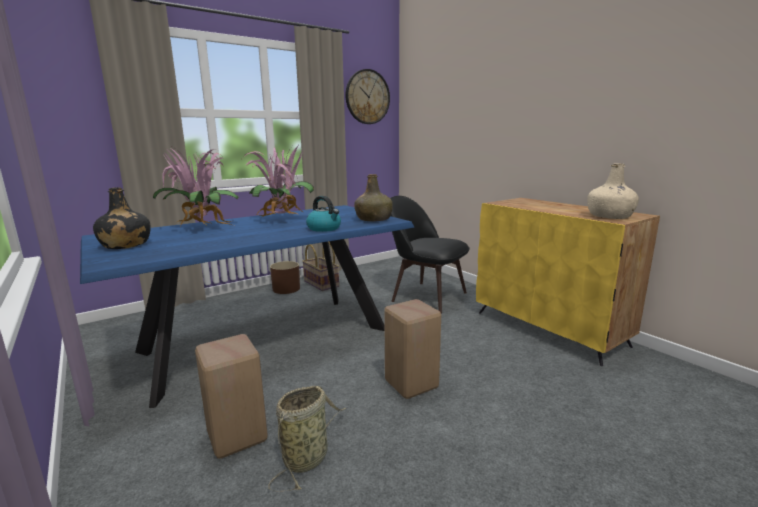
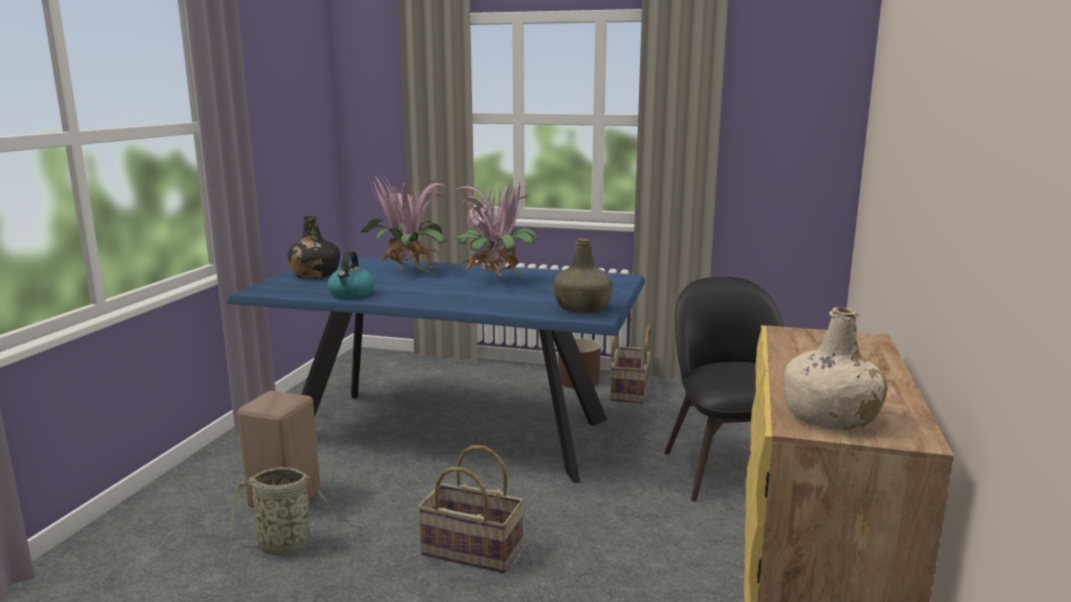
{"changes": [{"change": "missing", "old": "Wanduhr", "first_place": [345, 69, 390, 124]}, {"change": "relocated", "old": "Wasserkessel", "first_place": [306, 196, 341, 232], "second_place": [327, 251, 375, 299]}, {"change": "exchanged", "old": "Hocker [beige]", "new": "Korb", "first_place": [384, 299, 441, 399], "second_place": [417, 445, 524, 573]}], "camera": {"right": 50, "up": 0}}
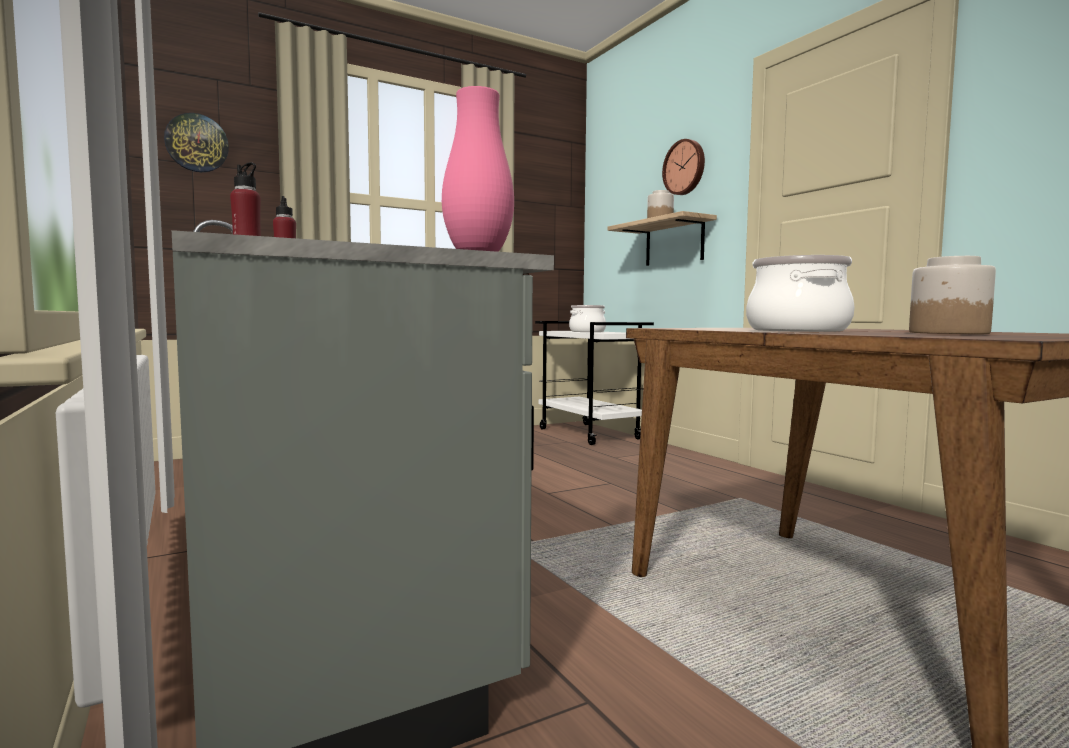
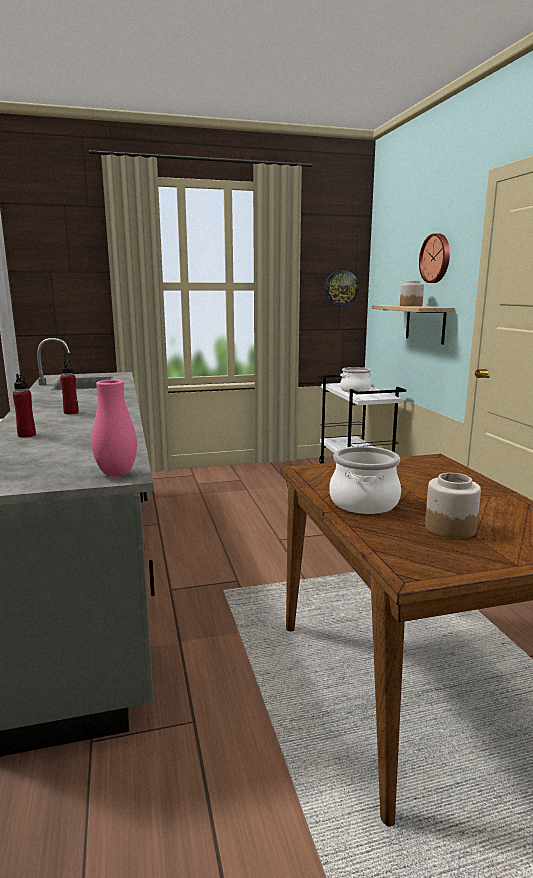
{"changes": [{"change": "relocated", "old": "Wanduhr", "first_place": [164, 113, 229, 172], "second_place": [324, 270, 359, 307]}], "camera": {"right": 15, "up": 10}}
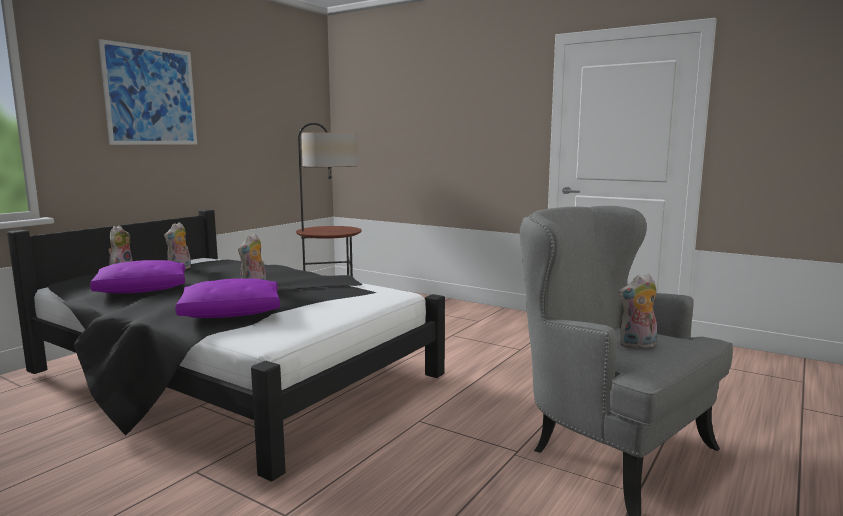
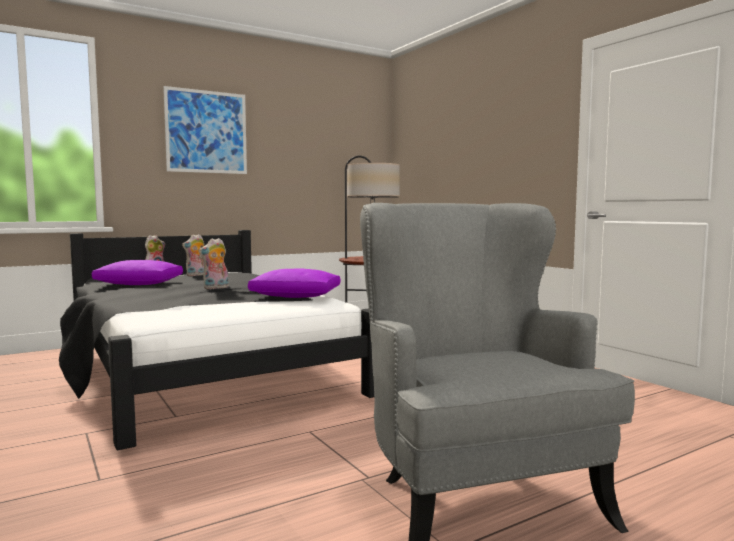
{"changes": [{"change": "missing", "old": "Plüschtier", "first_place": [619, 274, 657, 349]}, {"change": "relocated", "old": "Kissen [lila]", "first_place": [175, 278, 280, 318], "second_place": [248, 269, 340, 298]}], "camera": {"right": 25, "up": -5}}
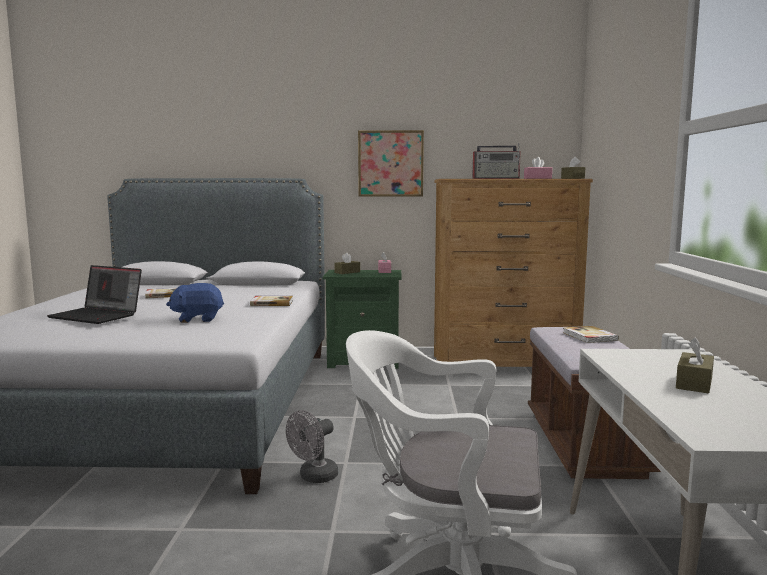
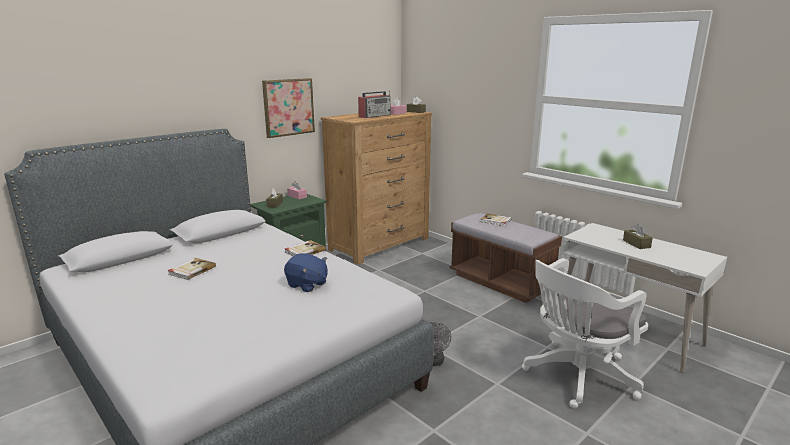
{"changes": [{"change": "missing", "old": "Laptop", "first_place": [47, 265, 142, 324]}, {"change": "spun", "old": "Plüschtier [blau]", "first_place": [166, 283, 224, 323], "second_place": [284, 253, 328, 292], "degrees": -90}], "camera": {"right": -45, "up": 10}}
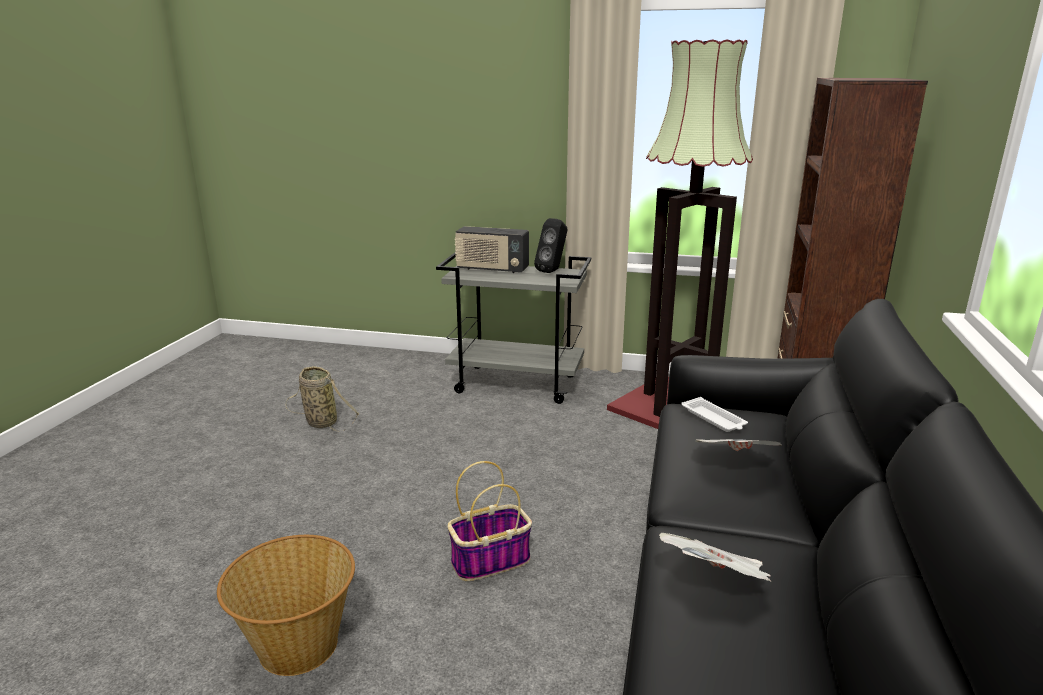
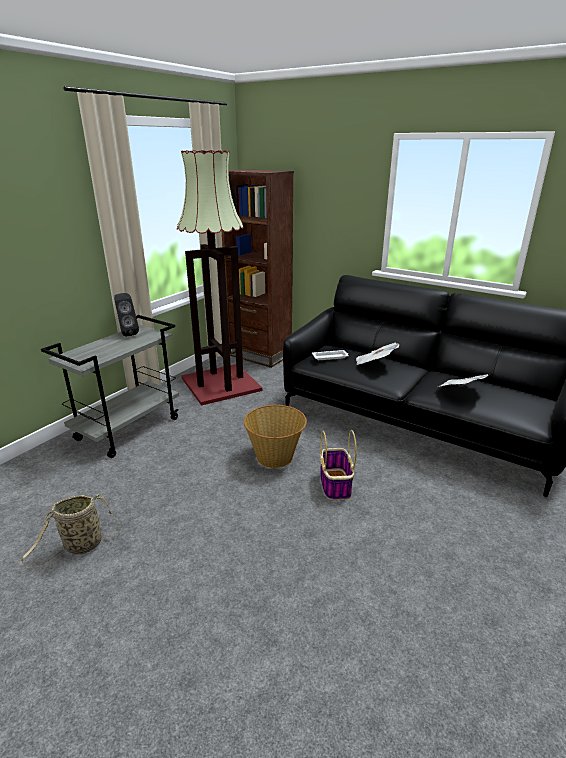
{"changes": [{"change": "missing", "old": "Radio", "first_place": [455, 226, 529, 273]}, {"change": "relocated", "old": "Korb", "first_place": [217, 535, 355, 676], "second_place": [244, 405, 307, 468]}], "camera": {"right": -70, "up": 5}}
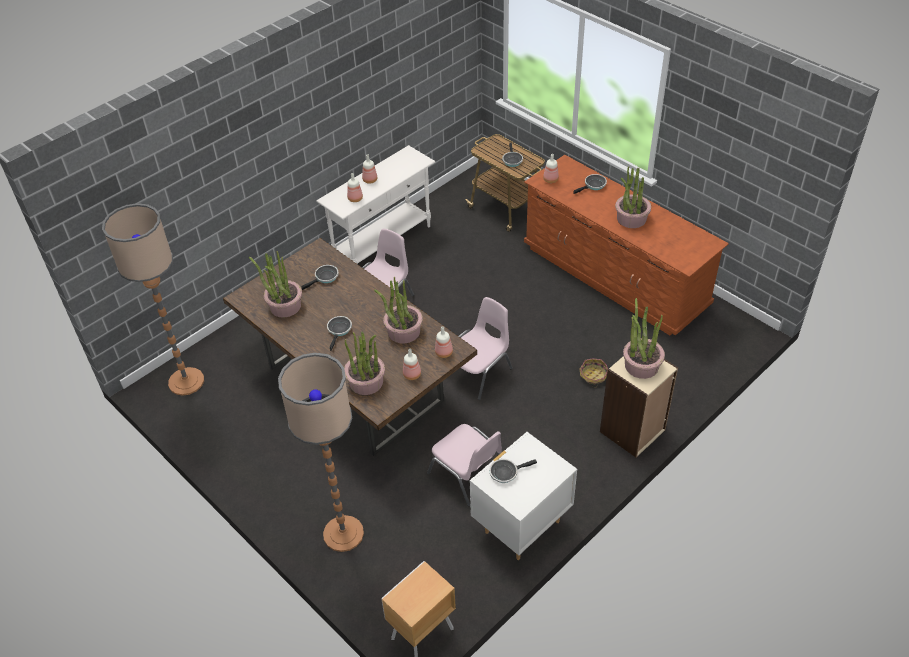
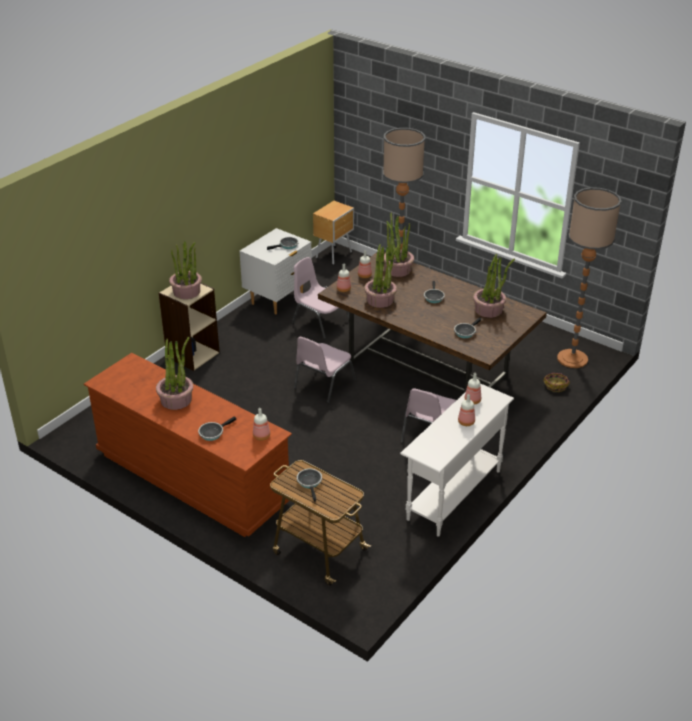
{"changes": [{"change": "relocated", "old": "Korb", "first_place": [579, 358, 608, 388], "second_place": [543, 373, 570, 392]}], "camera": {"right": 170, "up": -10}}
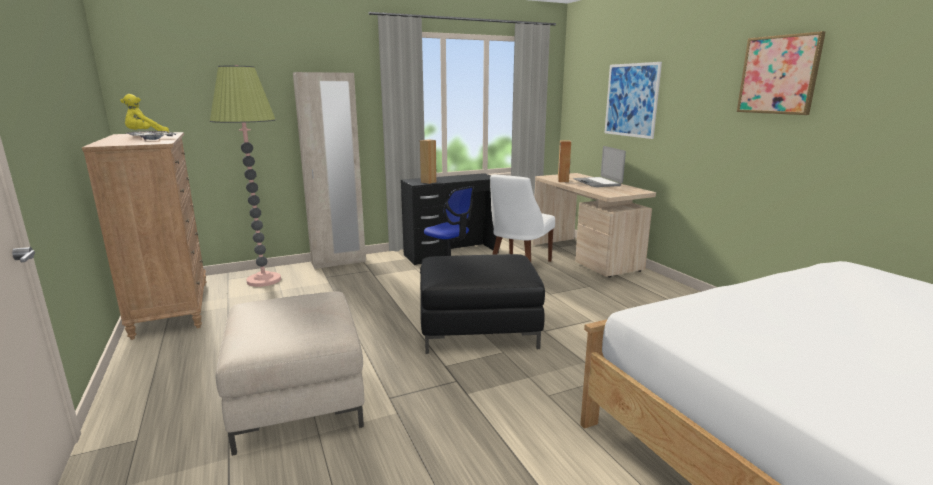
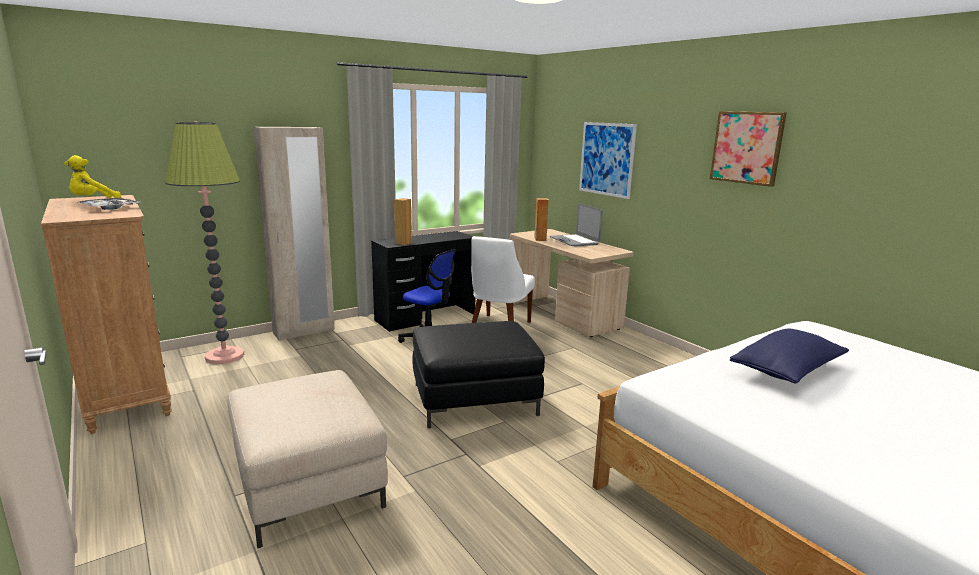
{"changes": [{"change": "appeared", "new": "Kissen [blau]", "second_place": [730, 328, 849, 383]}], "camera": {"right": -10, "up": 0}}
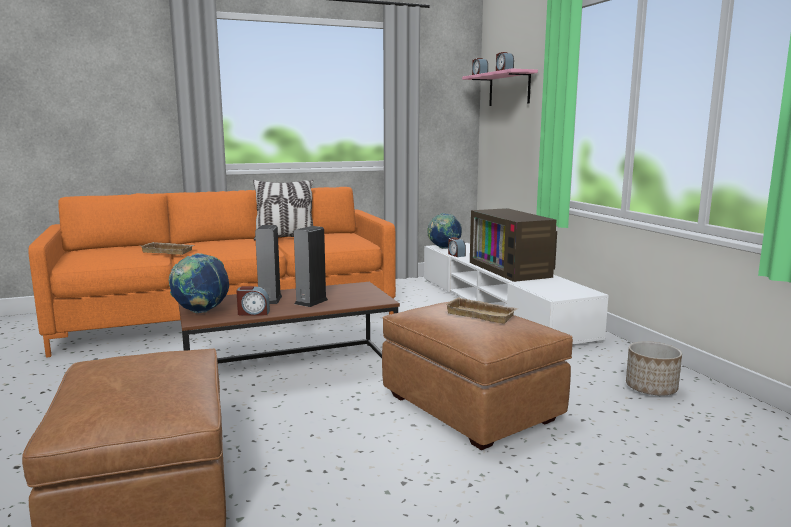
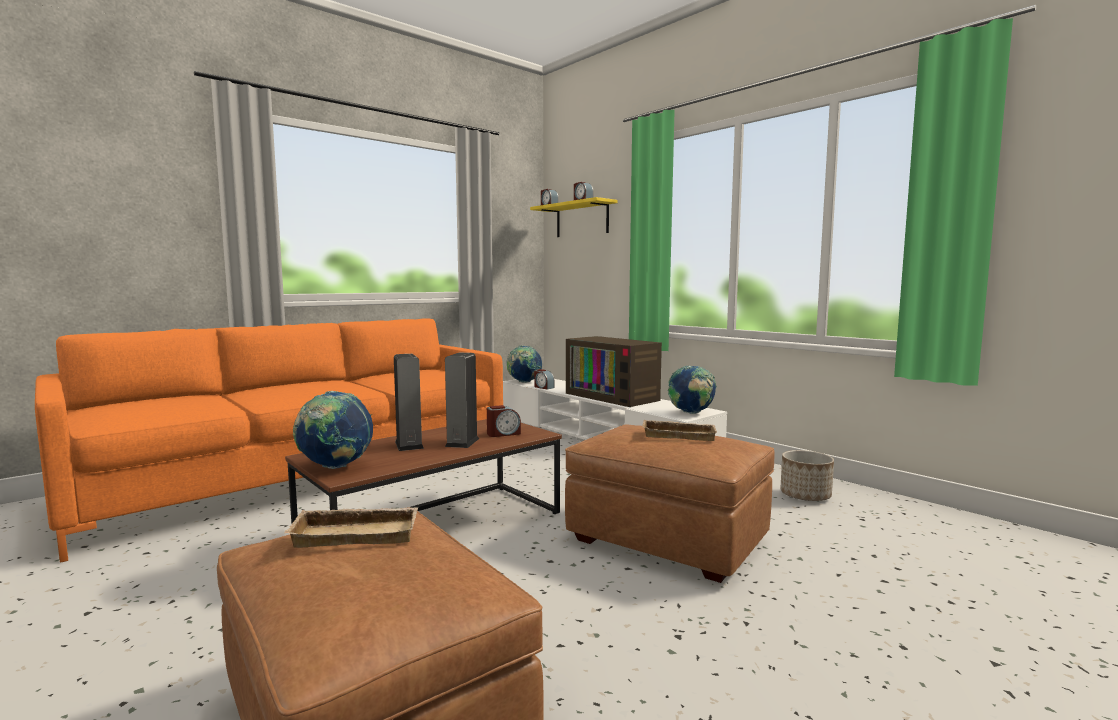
{"changes": [{"change": "colour", "old": "Wandregal [rosa]", "new": "Wandregal [gelb]", "first_place": [462, 68, 538, 106], "second_place": [530, 197, 618, 237]}, {"change": "missing", "old": "Kissen", "first_place": [253, 180, 313, 241]}, {"change": "relocated", "old": "Tablett [beige]", "first_place": [139, 242, 195, 255], "second_place": [284, 507, 418, 548]}, {"change": "relocated", "old": "Wecker", "first_place": [236, 286, 270, 316], "second_place": [487, 405, 521, 437]}, {"change": "appeared", "new": "Globus", "second_place": [668, 366, 717, 414]}], "camera": {"right": -20, "up": -5}}
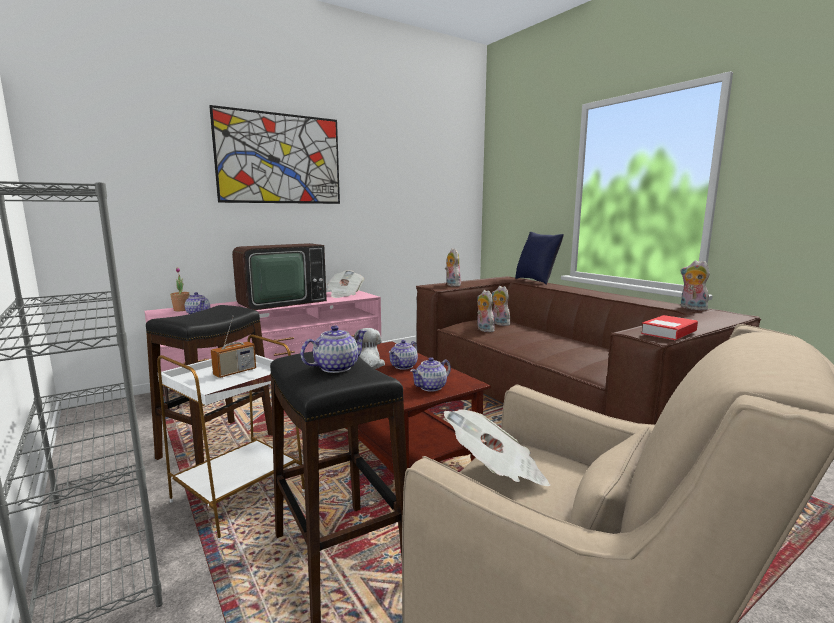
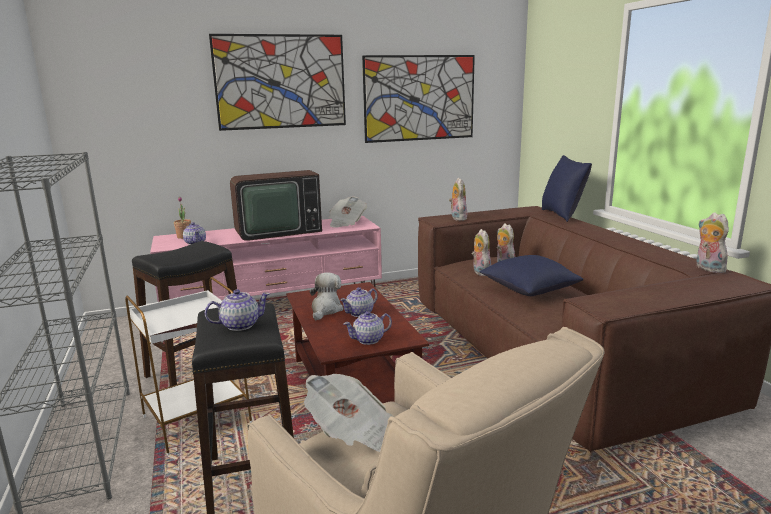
{"changes": [{"change": "missing", "old": "Radio", "first_place": [211, 315, 256, 378]}, {"change": "missing", "old": "Buch", "first_place": [641, 315, 698, 340]}, {"change": "appeared", "new": "Bild", "second_place": [362, 55, 475, 143]}, {"change": "appeared", "new": "Kissen [blau]", "second_place": [480, 255, 583, 296]}], "camera": {"right": 15, "up": 5}}
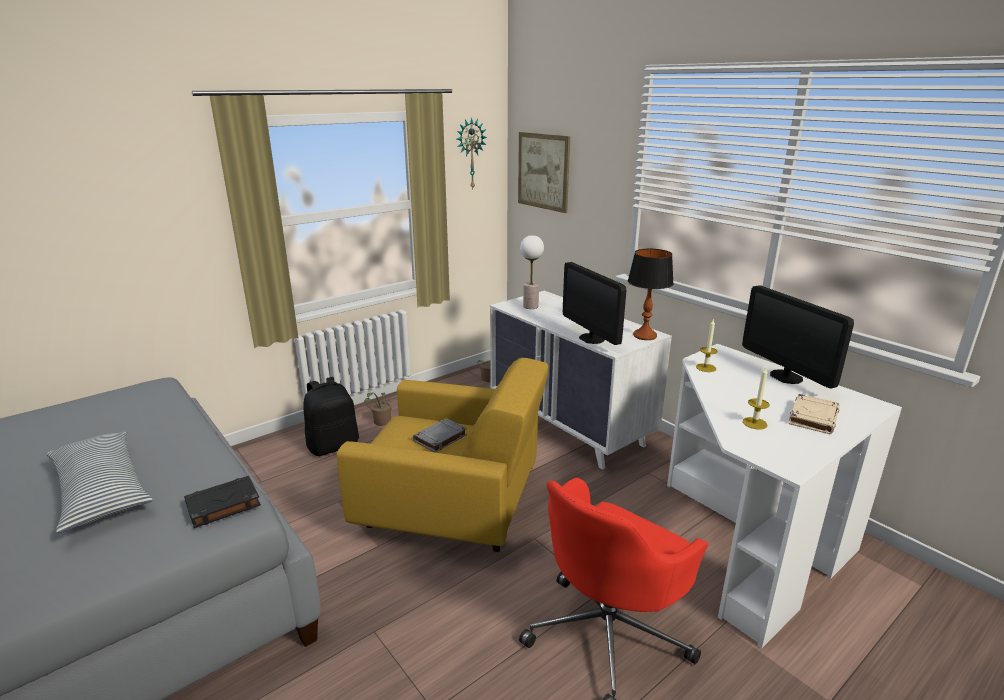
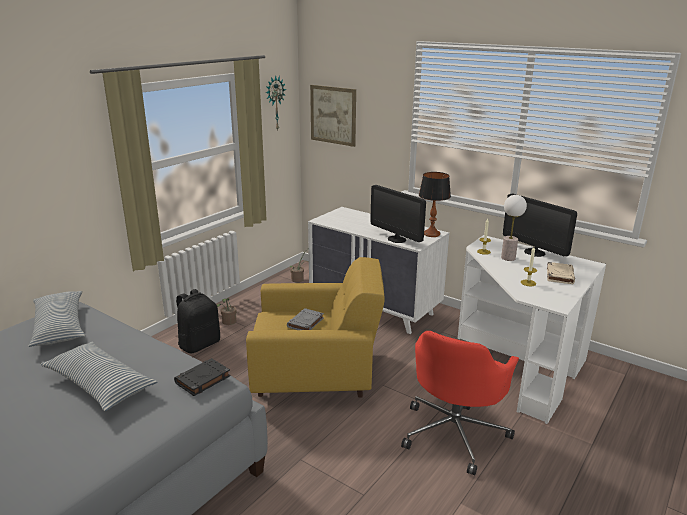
{"changes": [{"change": "relocated", "old": "Tischlampe", "first_place": [520, 235, 544, 309], "second_place": [501, 195, 527, 261]}, {"change": "appeared", "new": "Kissen", "second_place": [28, 291, 85, 347]}], "camera": {"right": -15, "up": 0}}
